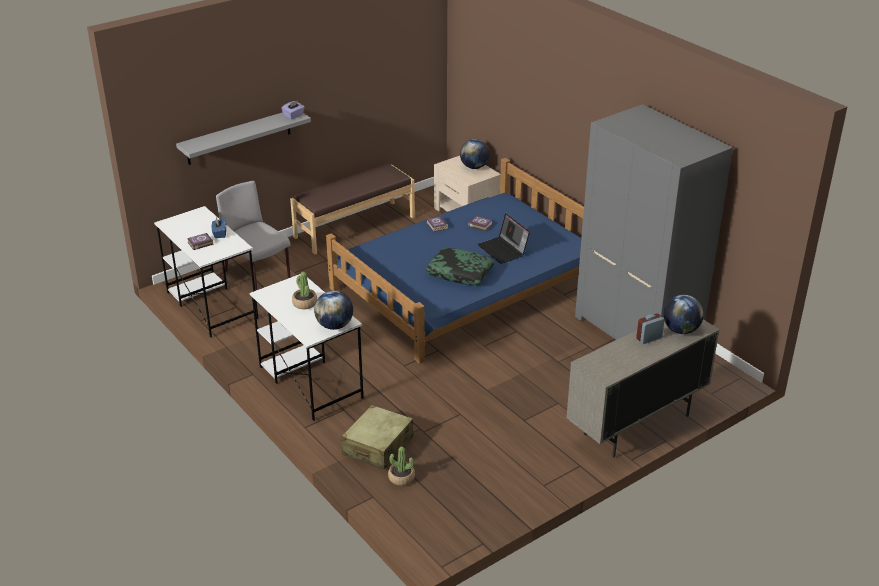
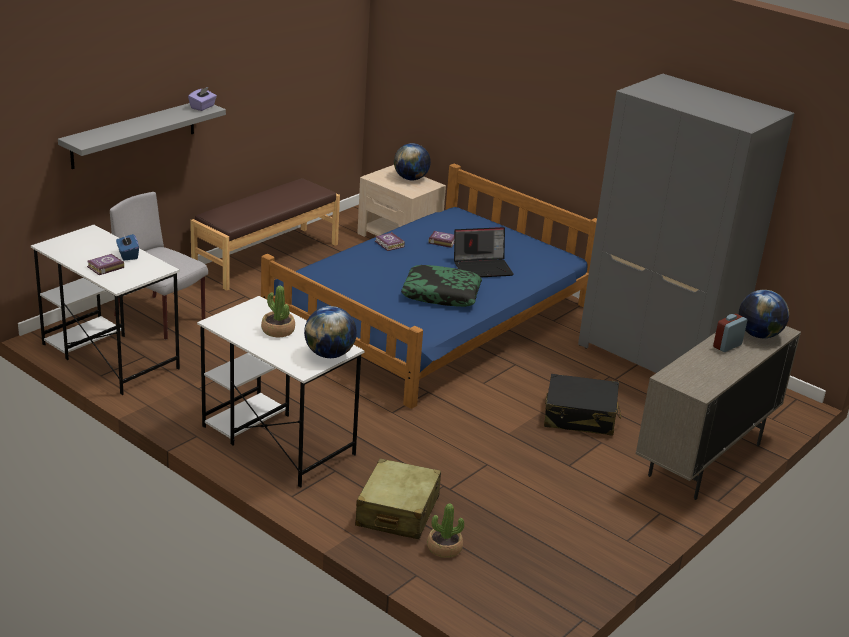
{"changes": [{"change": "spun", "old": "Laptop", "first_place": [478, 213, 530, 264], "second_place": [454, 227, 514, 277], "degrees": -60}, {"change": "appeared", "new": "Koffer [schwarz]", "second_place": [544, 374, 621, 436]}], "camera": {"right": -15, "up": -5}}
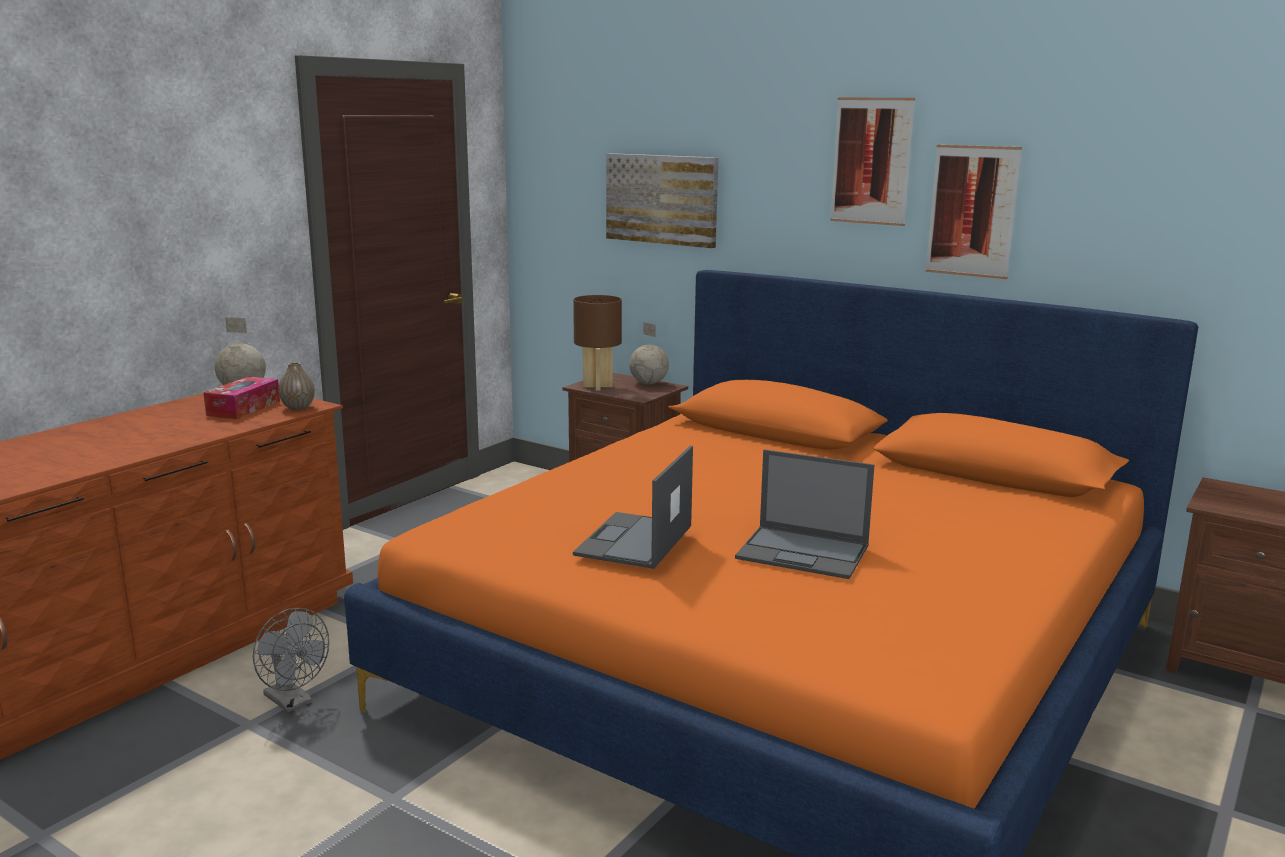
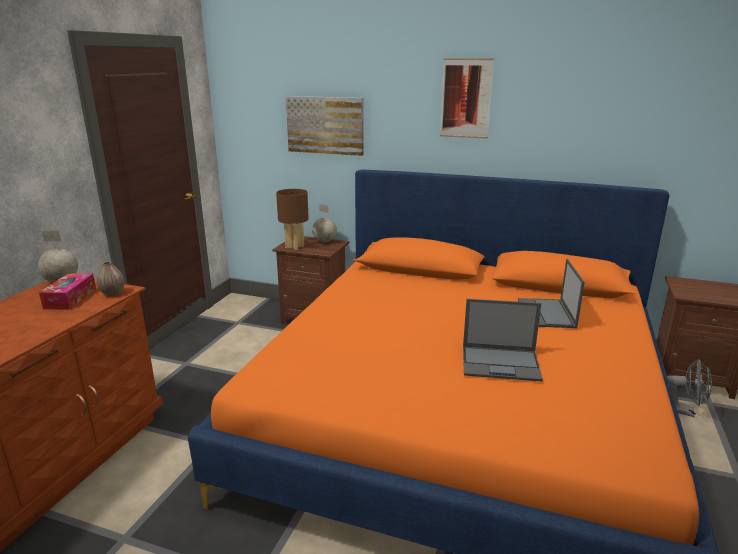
{"changes": [{"change": "missing", "old": "Bild", "first_place": [926, 145, 1022, 279]}, {"change": "relocated", "old": "Laptop", "first_place": [573, 446, 693, 569], "second_place": [518, 259, 585, 328]}, {"change": "relocated", "old": "Ventilator [grau]", "first_place": [253, 608, 329, 712], "second_place": [667, 359, 712, 417]}], "camera": {"right": -15, "up": 5}}
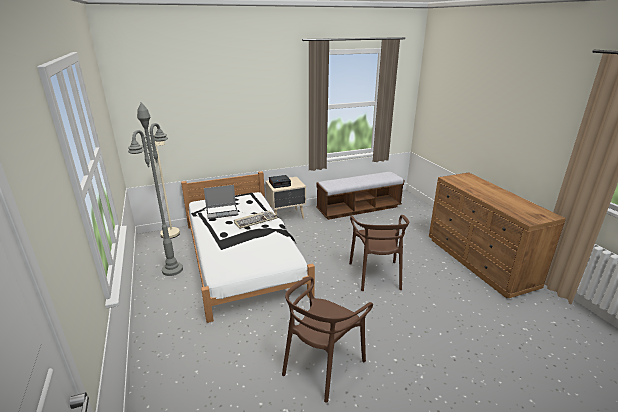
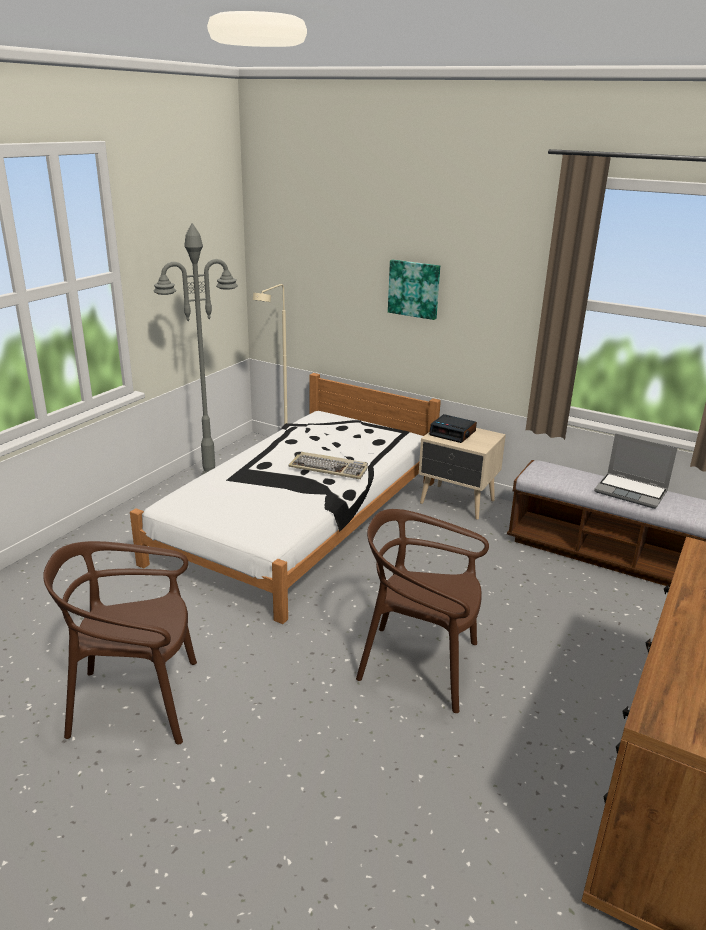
{"changes": [{"change": "relocated", "old": "Laptop", "first_place": [204, 185, 238, 219], "second_place": [594, 433, 677, 509]}, {"change": "spun", "old": "Stuhl [braun]", "first_place": [349, 215, 409, 291], "second_place": [356, 509, 489, 713], "degrees": 60}, {"change": "appeared", "new": "Bild", "second_place": [388, 259, 440, 320]}], "camera": {"right": 50, "up": 0}}
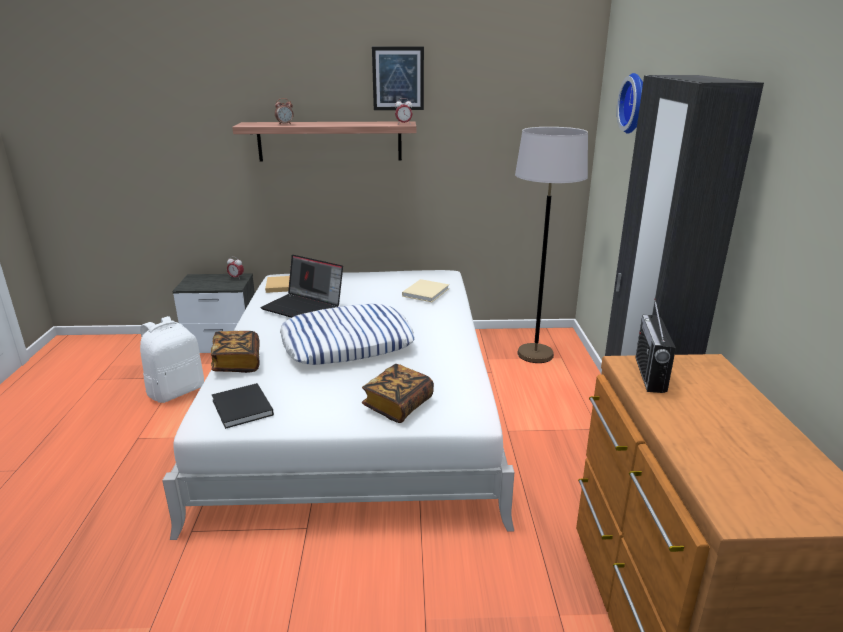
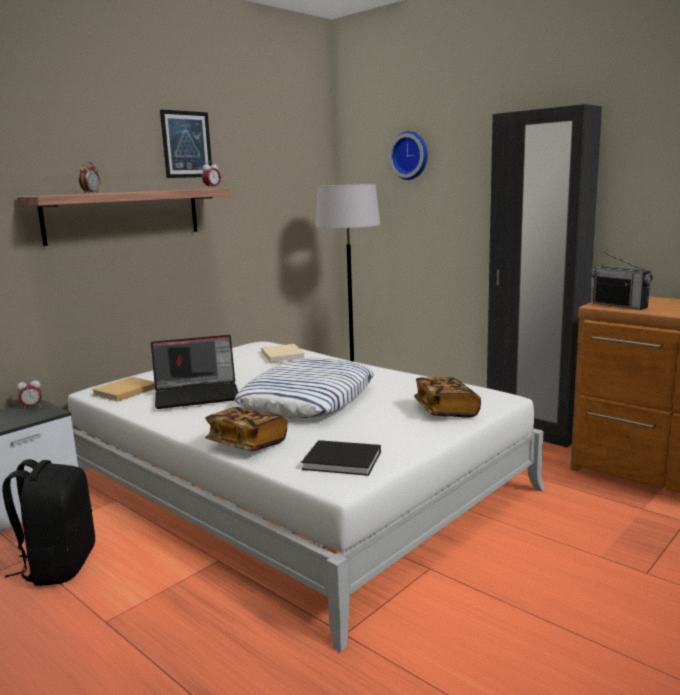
{"changes": [{"change": "colour", "old": "Rucksack [weiß]", "new": "Rucksack [schwarz]", "first_place": [140, 316, 204, 403], "second_place": [2, 459, 95, 586]}], "camera": {"right": -45, "up": -10}}
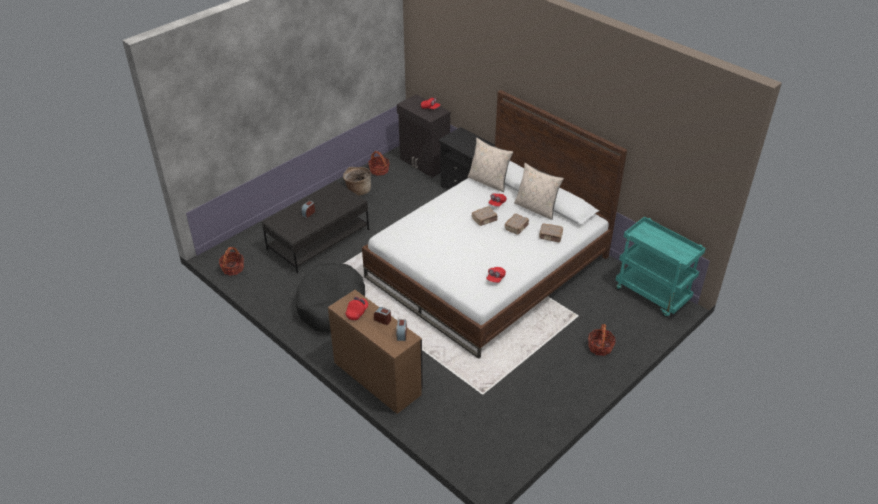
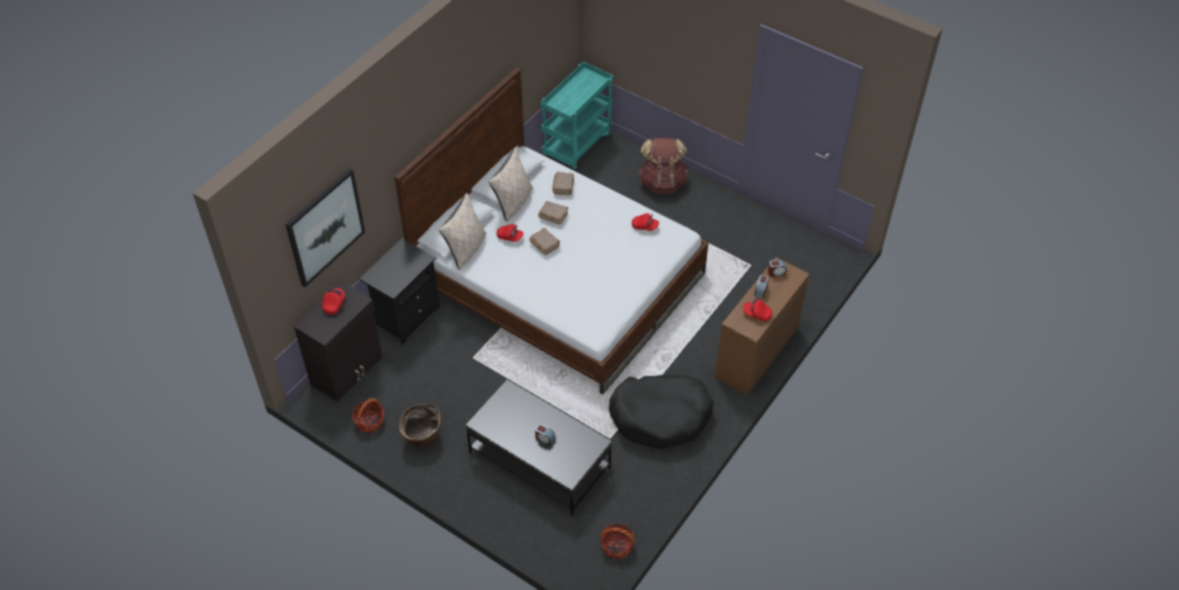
{"changes": [{"change": "exchanged", "old": "Korb", "new": "Rucksack [braun]", "first_place": [588, 324, 616, 356], "second_place": [638, 138, 689, 194]}, {"change": "appeared", "new": "Bild", "second_place": [285, 169, 365, 287]}], "camera": {"right": -100, "up": 10}}
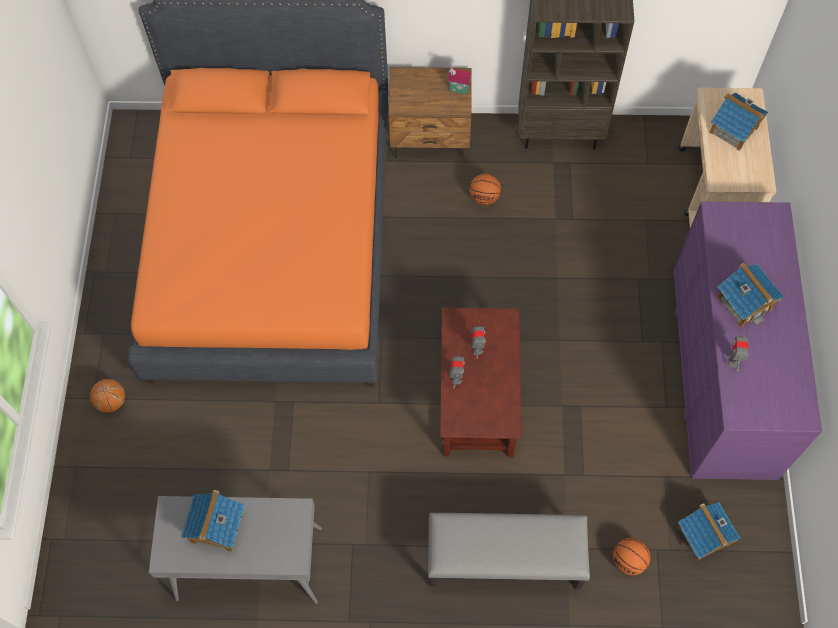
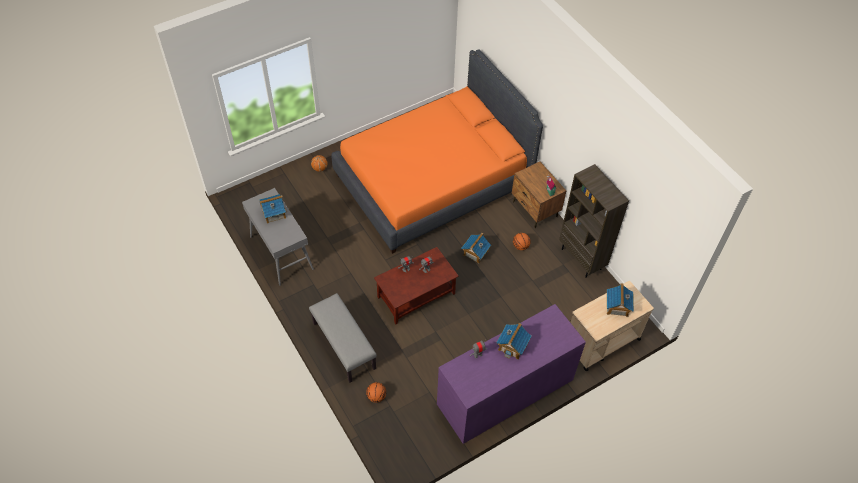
{"changes": [{"change": "relocated", "old": "Spielzeughaus", "first_place": [678, 502, 740, 561], "second_place": [461, 233, 491, 264]}], "camera": {"right": 55, "up": -10}}
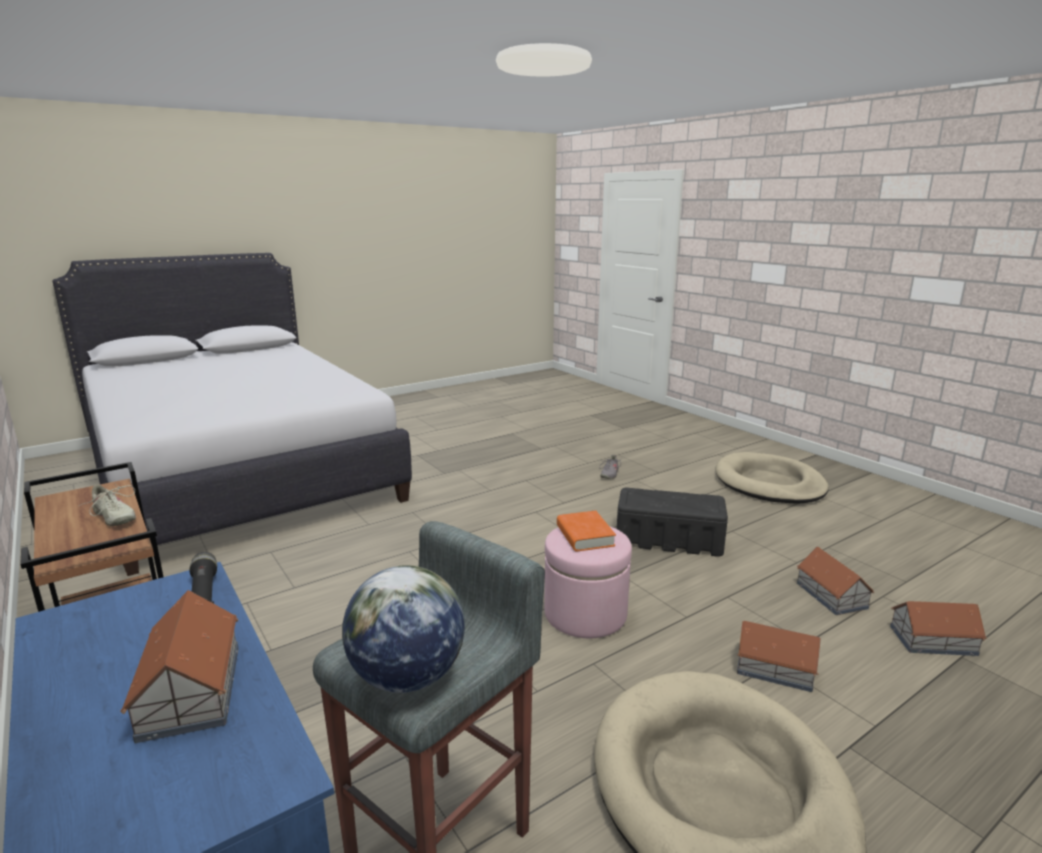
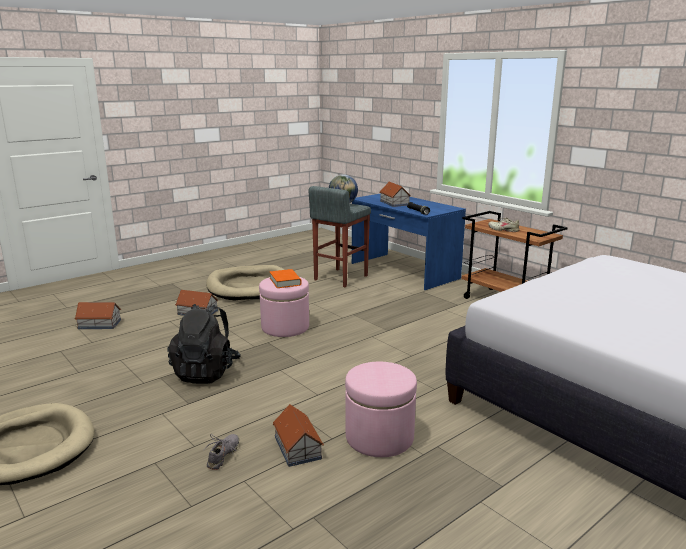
{"changes": [{"change": "exchanged", "old": "Aufbewahrungsbox [schwarz]", "new": "Rucksack [schwarz]", "first_place": [617, 488, 728, 557], "second_place": [167, 304, 241, 384]}, {"change": "relocated", "old": "Spielzeughaus", "first_place": [797, 547, 875, 615], "second_place": [272, 404, 324, 467]}, {"change": "appeared", "new": "Polsterhocker [rosa]", "second_place": [345, 362, 417, 457]}], "camera": {"right": 175, "up": 0}}
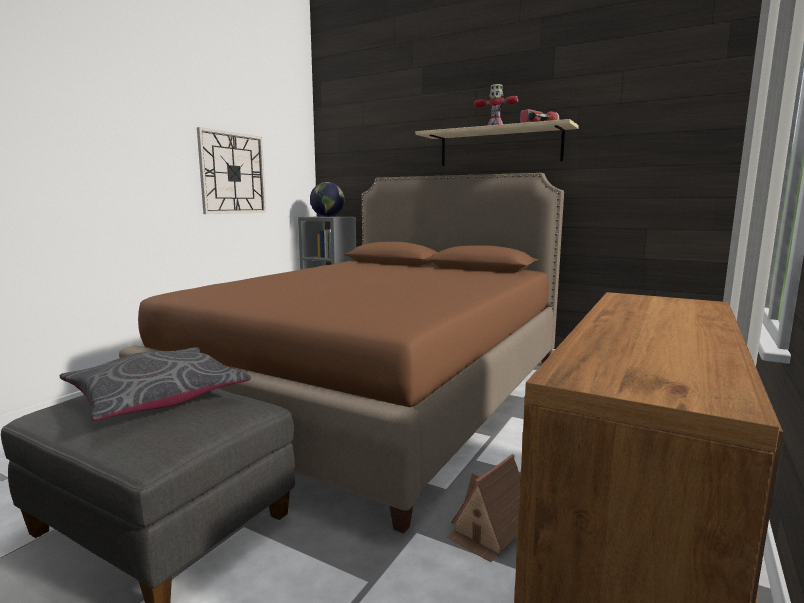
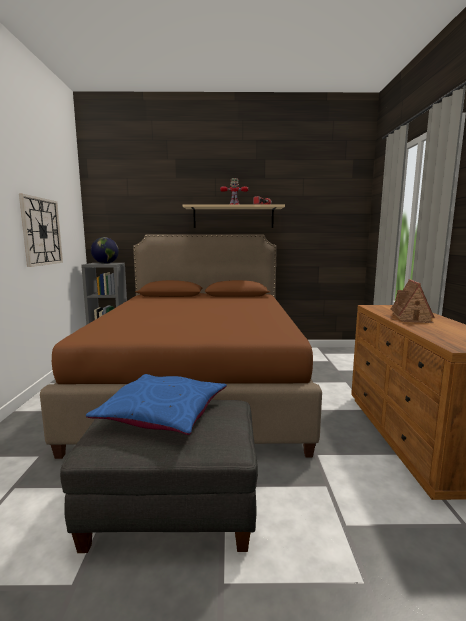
{"changes": [{"change": "colour", "old": "Kissen [grau]", "new": "Kissen [blau]", "first_place": [60, 347, 251, 421], "second_place": [86, 374, 227, 435]}, {"change": "relocated", "old": "Spielzeughaus", "first_place": [447, 454, 521, 562], "second_place": [391, 279, 435, 323]}], "camera": {"right": -30, "up": 0}}
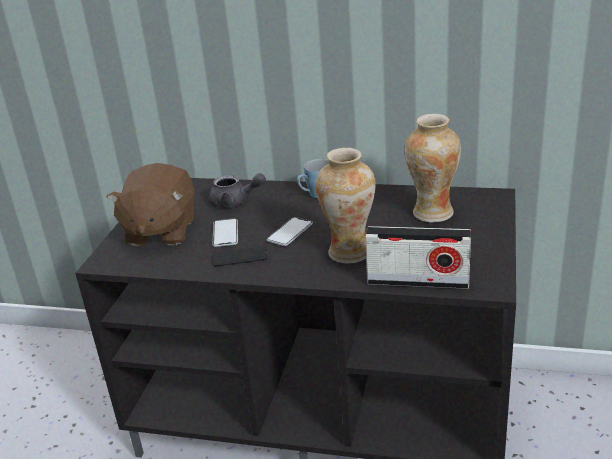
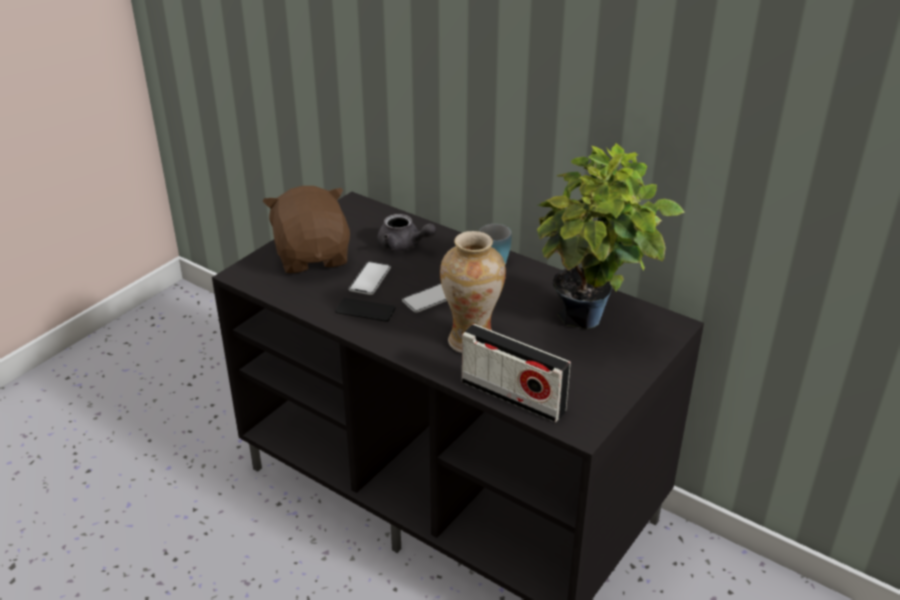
{"changes": [{"change": "exchanged", "old": "Vase", "new": "Topfpflanze", "first_place": [405, 114, 461, 223], "second_place": [537, 143, 685, 329]}, {"change": "spun", "old": "Plüschtier [braun]", "first_place": [106, 163, 194, 246], "second_place": [263, 186, 350, 273], "degrees": 135}], "camera": {"right": 20, "up": 5}}
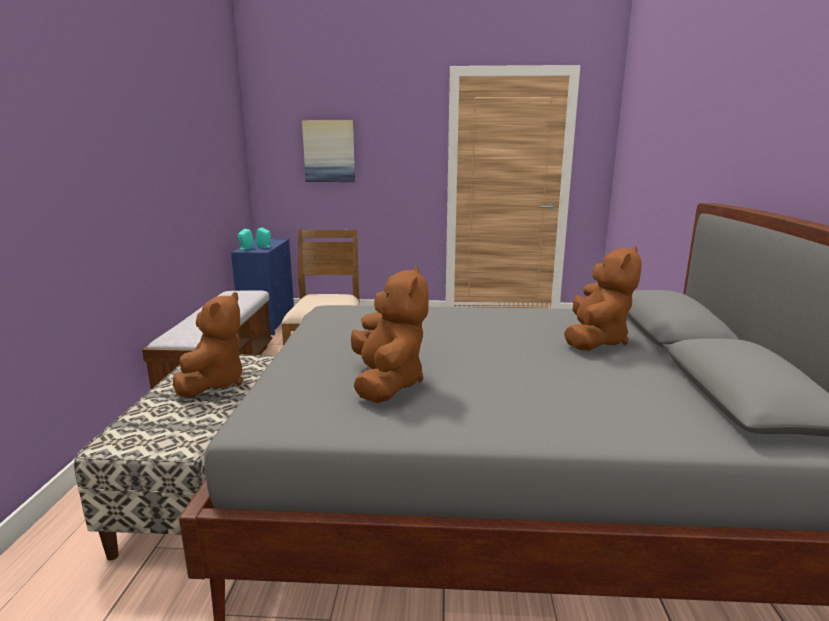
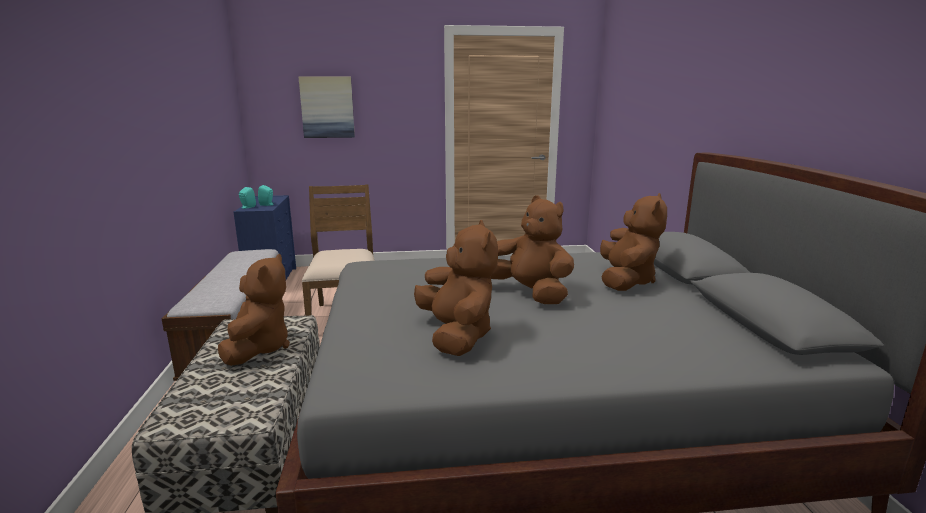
{"changes": [{"change": "appeared", "new": "Plüschtier [braun]", "second_place": [491, 195, 574, 304]}], "camera": {"right": -10, "up": 0}}
